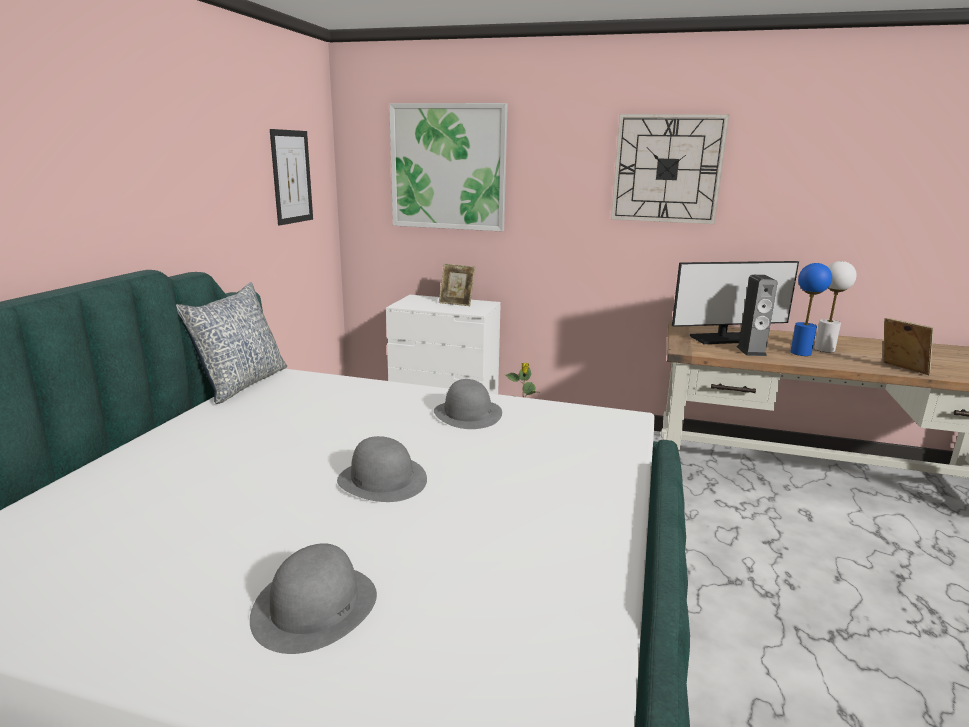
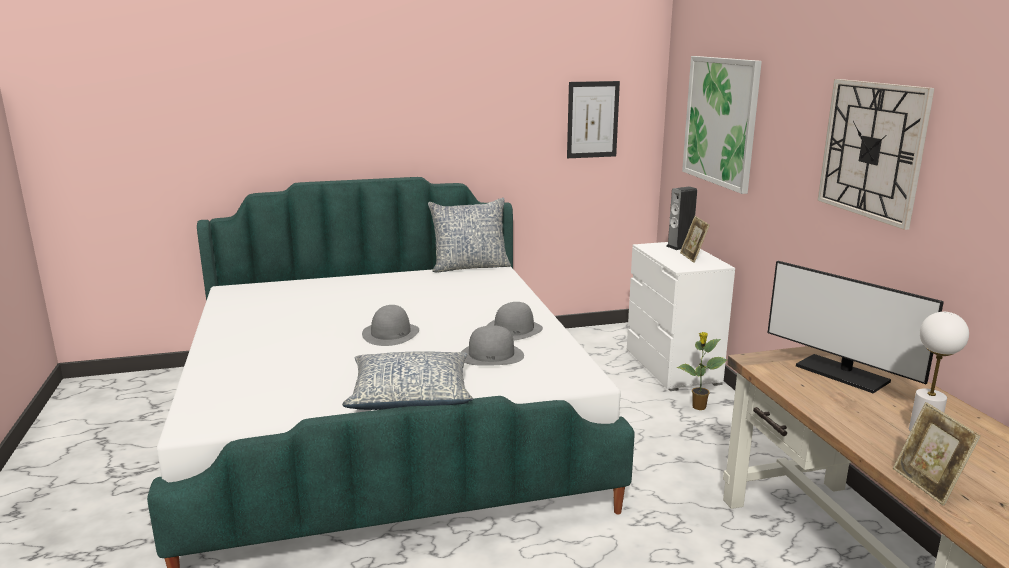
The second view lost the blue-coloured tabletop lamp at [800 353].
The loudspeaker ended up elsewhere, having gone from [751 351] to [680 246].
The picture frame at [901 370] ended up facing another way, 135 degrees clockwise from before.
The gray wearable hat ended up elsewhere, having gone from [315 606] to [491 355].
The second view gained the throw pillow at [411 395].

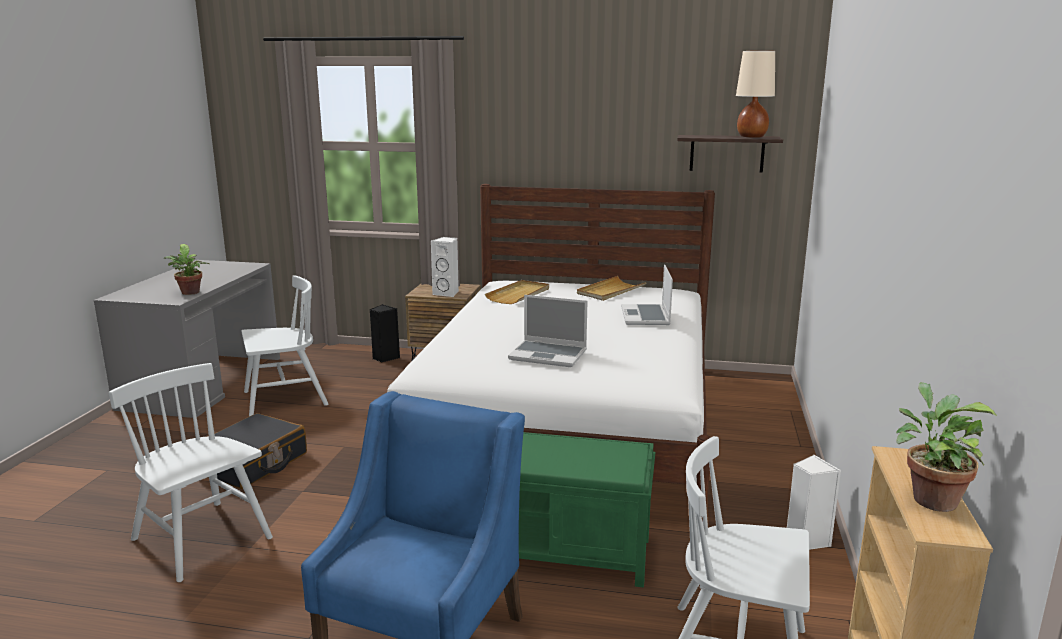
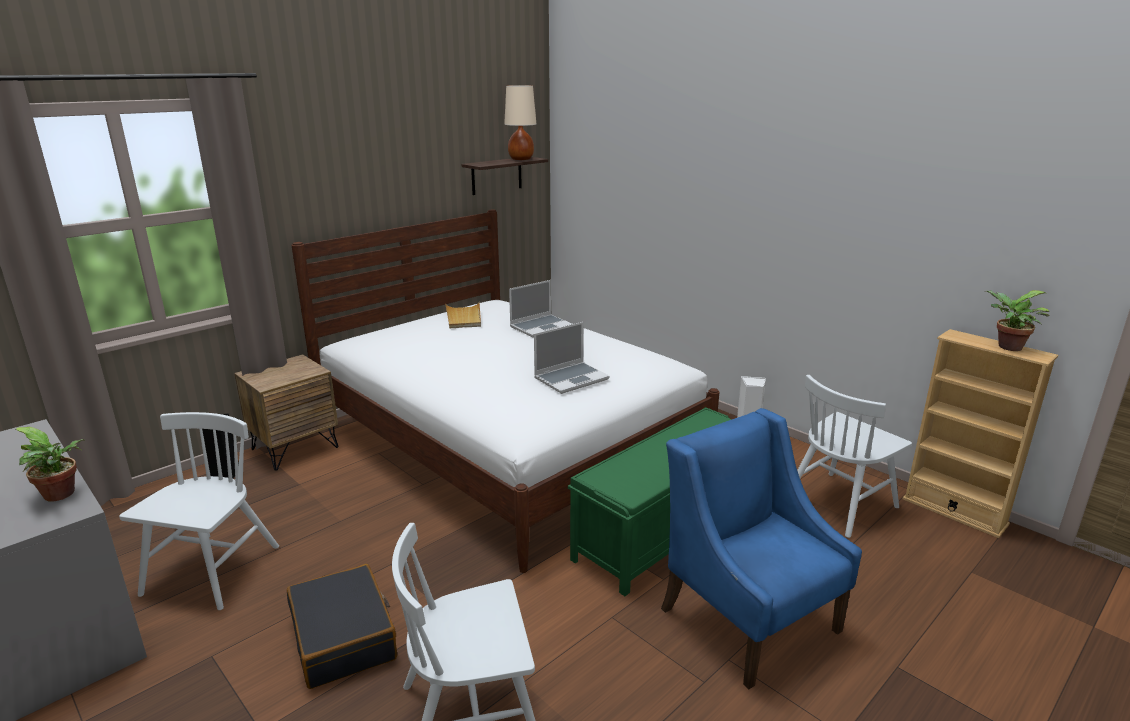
The second view lost the white-coloured loudspeaker at [447 293].
The portable computer at [646 316] ended up facing another way, 75 degrees counterclockwise from before.
The second view lost the sand-coloured serving tray at [519 294].

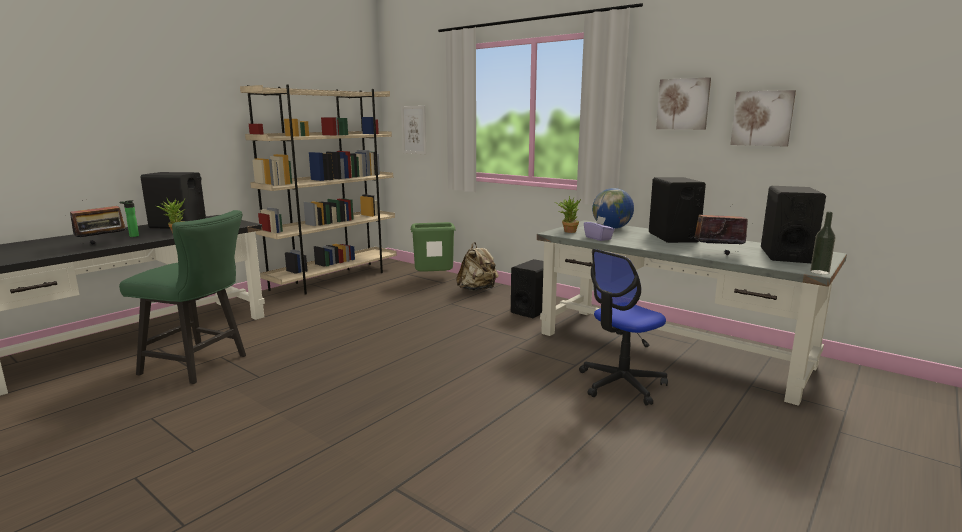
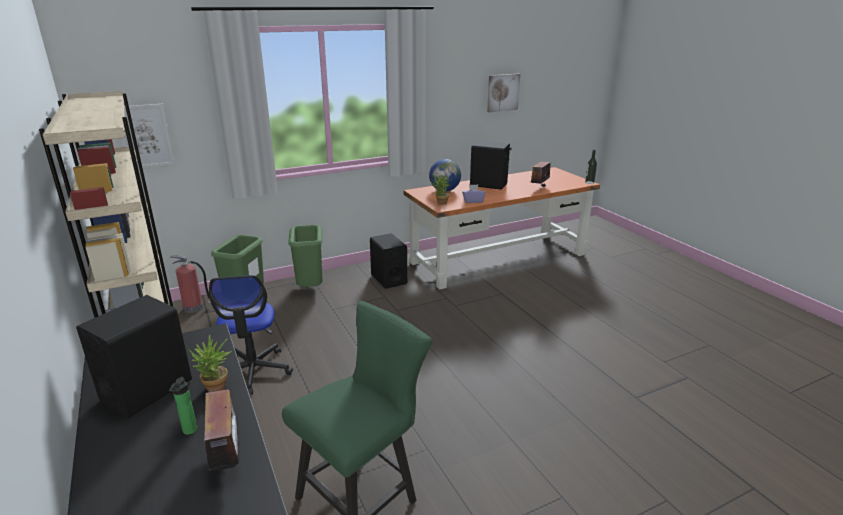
The second view lost the picture at [683 104].
The second view lost the black loudspeaker at [786 255].
What was the gray desk table at [671 349] turned into the orange desk table at [499 258].
Where the sand-coloured rucksack stood at [477 290], the green-coloured waste bin came to stand at [310 288].
The desk chair ended up elsewhere, having gone from [621 384] to [253 371].
The second view gained the fire extinguisher at [194 308].

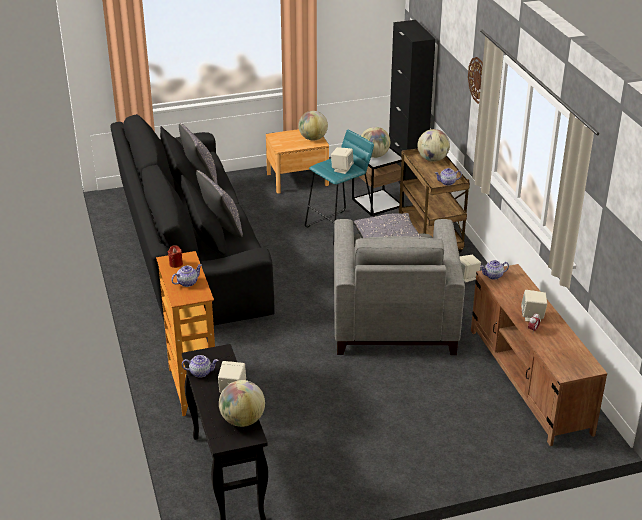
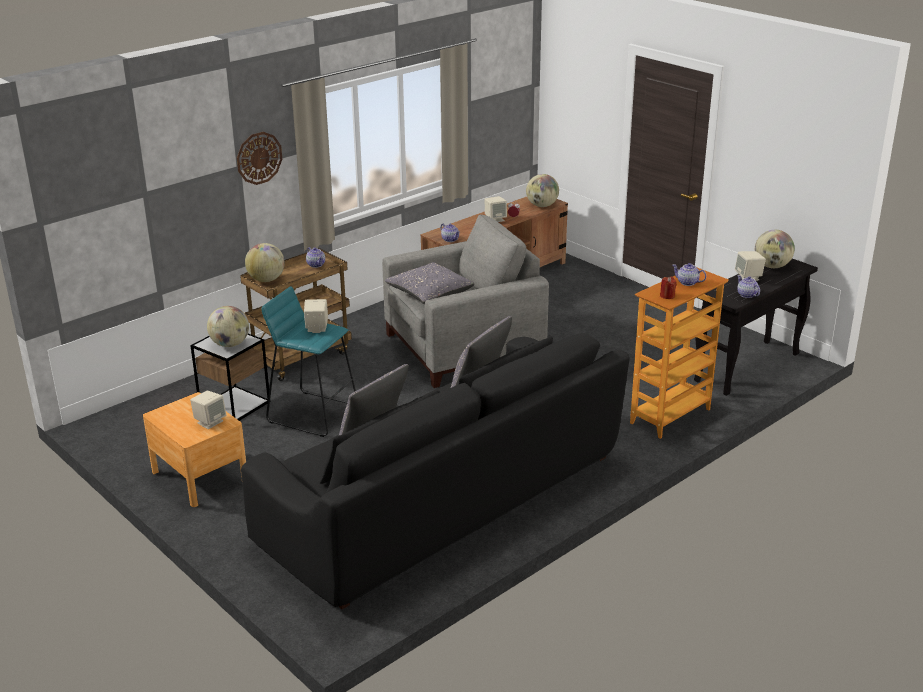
The second view lost the black cupboard at [406 178].
The world globe ended up elsewhere, having gone from [313 138] to [542 206].
The sand-coloured loudspeaker ended up elsewhere, having gone from [467 277] to [210 422].

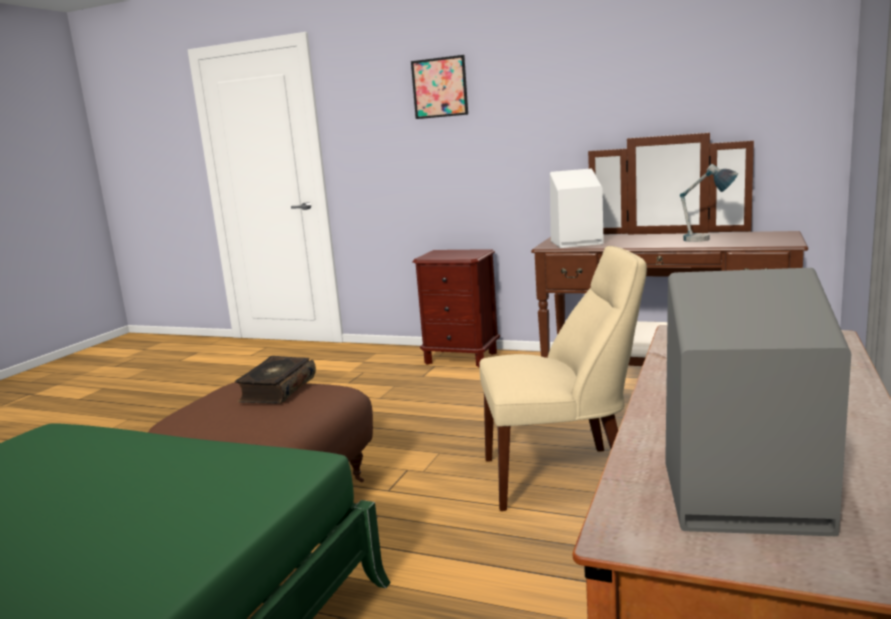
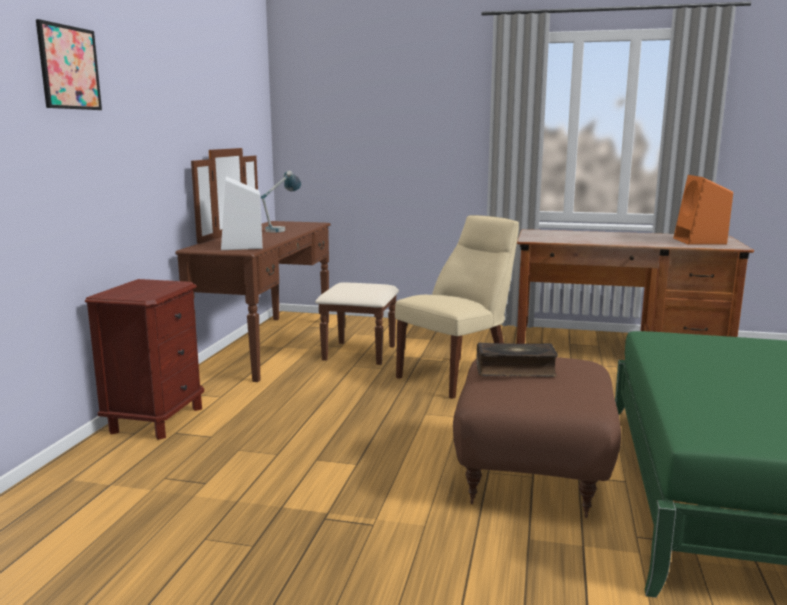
The sand-coloured chair at [563 476] ended up facing another way, 60 degrees clockwise from before.
What was the gray loudspeaker at [738 498] turned into the orange loudspeaker at [700 241].

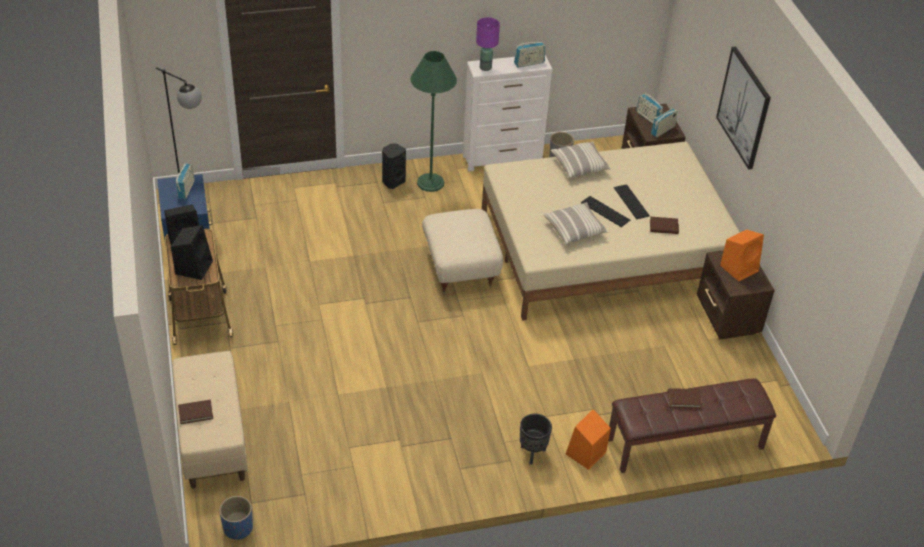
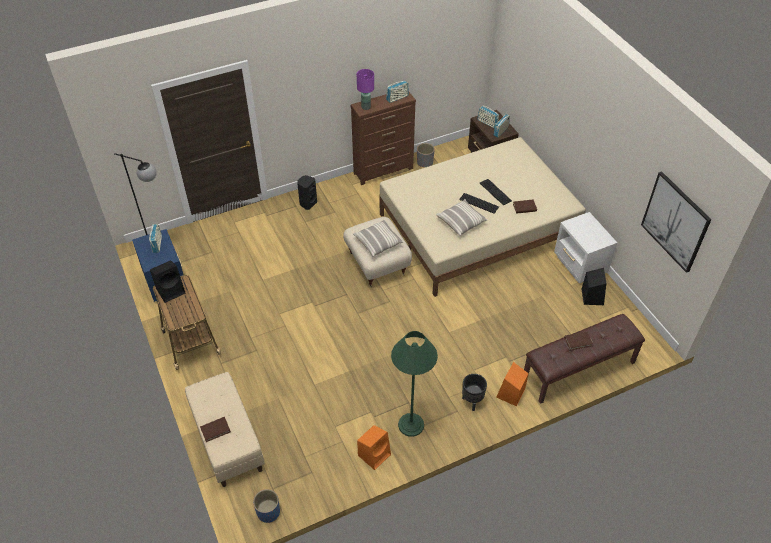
The picture ended up elsewhere, having gone from [744 107] to [675 221].
The green-coloured floor lamp ended up elsewhere, having gone from [430 183] to [411 425].
What was the white-coloured dresser at [503 159] turned into the brownish dresser at [384 171].
The throw pillow ended up elsewhere, having gone from [580 166] to [378 242].
The black loudspeaker ended up elsewhere, having gone from [194 267] to [592 296].
The orange loudspeaker ended up elsewhere, having gone from [739 268] to [374 454].
What was the brownish bedside table at [727 318] turned into the white-coloured bedside table at [579 266].

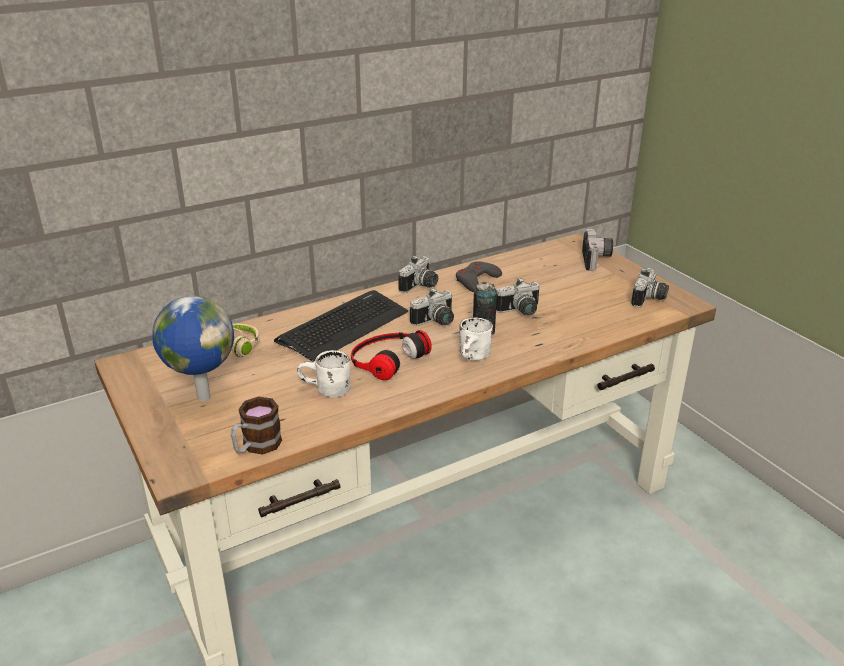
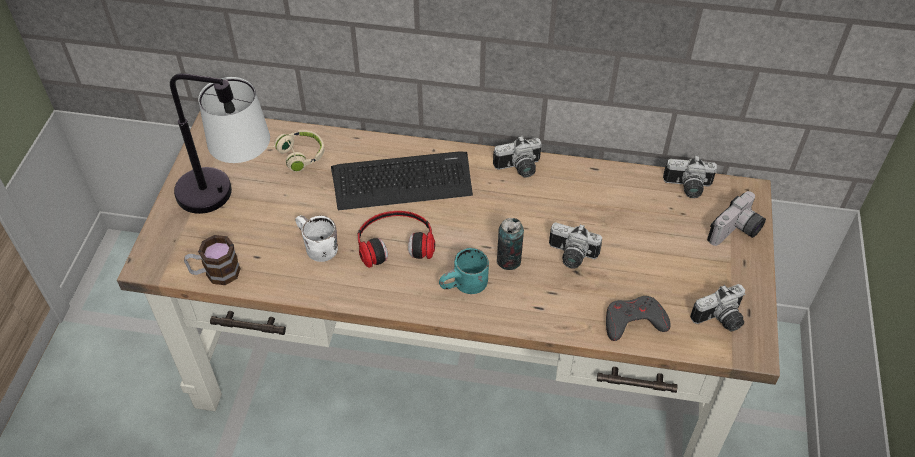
The gray gamepad ended up elsewhere, having gone from [476 280] to [633 321].
The still camera ended up elsewhere, having gone from [436 322] to [687 188].
Where the world globe stood at [202 397], the tabletop lamp came to stand at [229 197].
What was the white-coloured coffee mug at [475 357] turned into the turquoise coffee mug at [466 287].

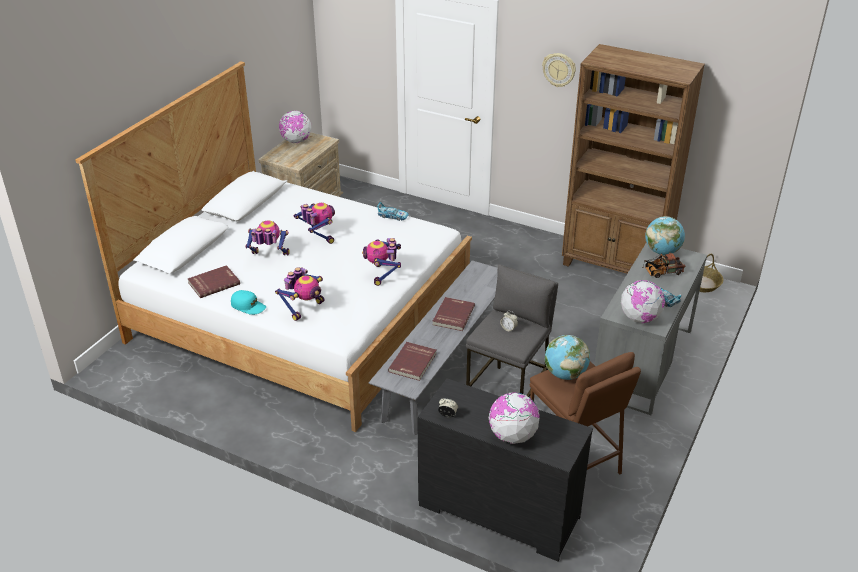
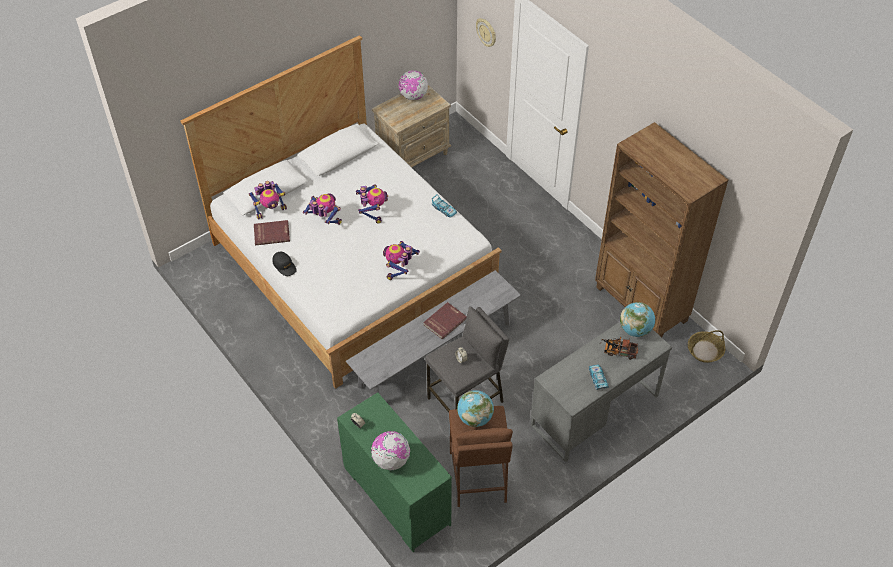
The hanging clock ended up elsewhere, having gone from [559 69] to [486 32].
The robot figure ended up elsewhere, having gone from [304 308] to [270 210].
The second view lost the world globe at [640 318].
What was the turquoise baseball cap at [248 306] turned into the black baseball cap at [284 266].
The second view lost the reddish volume at [413 363].
What was the black dresser at [498 512] turned into the green-coloured dresser at [396 496].

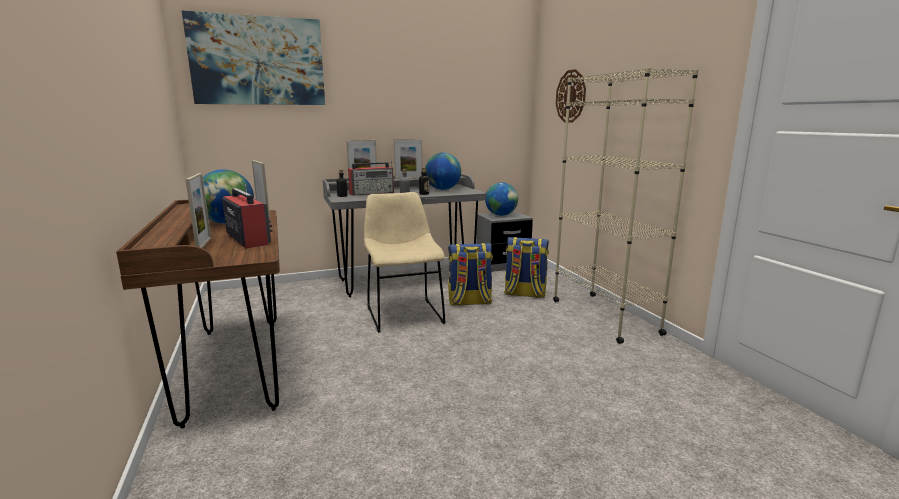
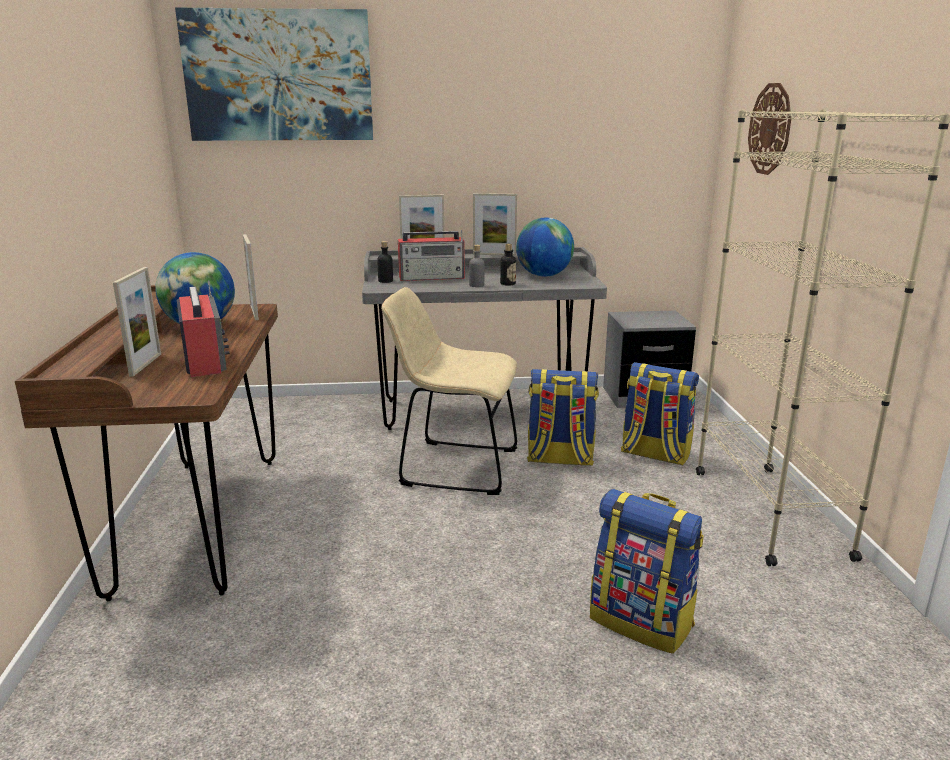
The second view lost the world globe at [501 215].
The sand-coloured chair at [403 313] ended up facing another way, 75 degrees counterclockwise from before.
The second view gained the rucksack at [642 622].

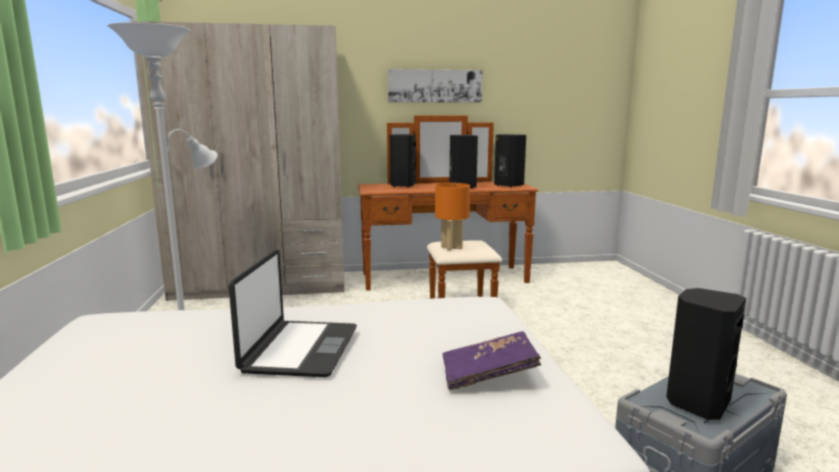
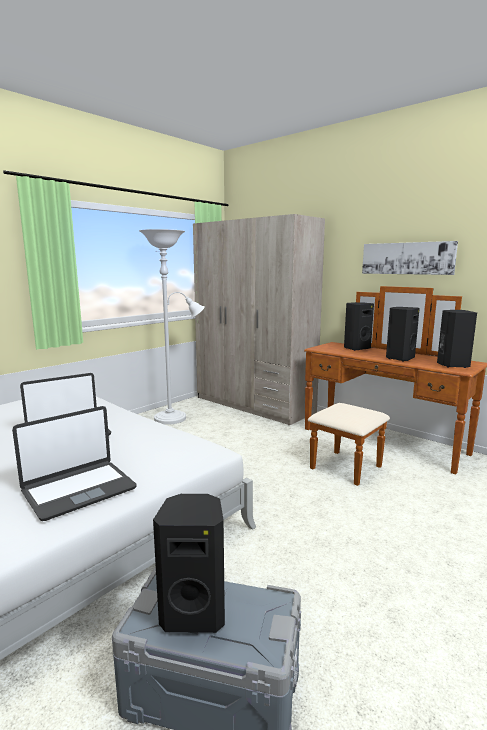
The second view lost the orange tabletop lamp at [451 248].
Where the purplish volume stood at [488 375], the portable computer came to stand at [79 490].

